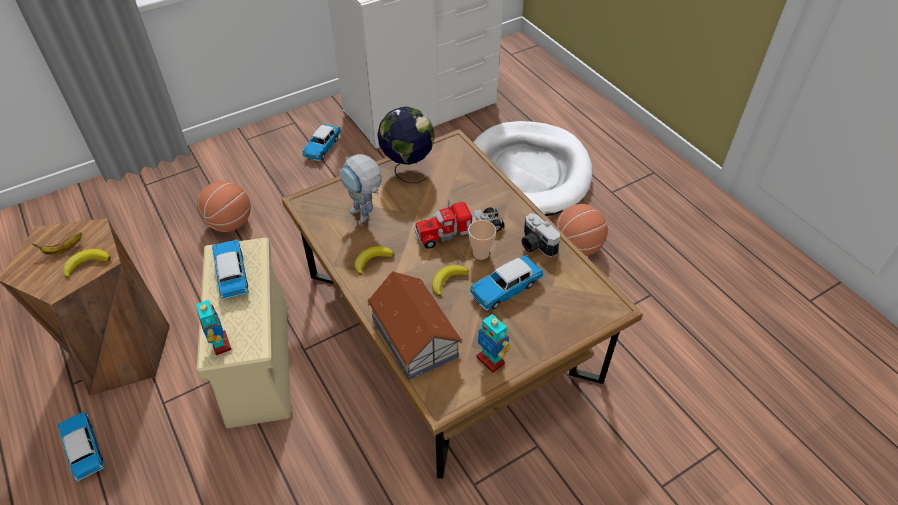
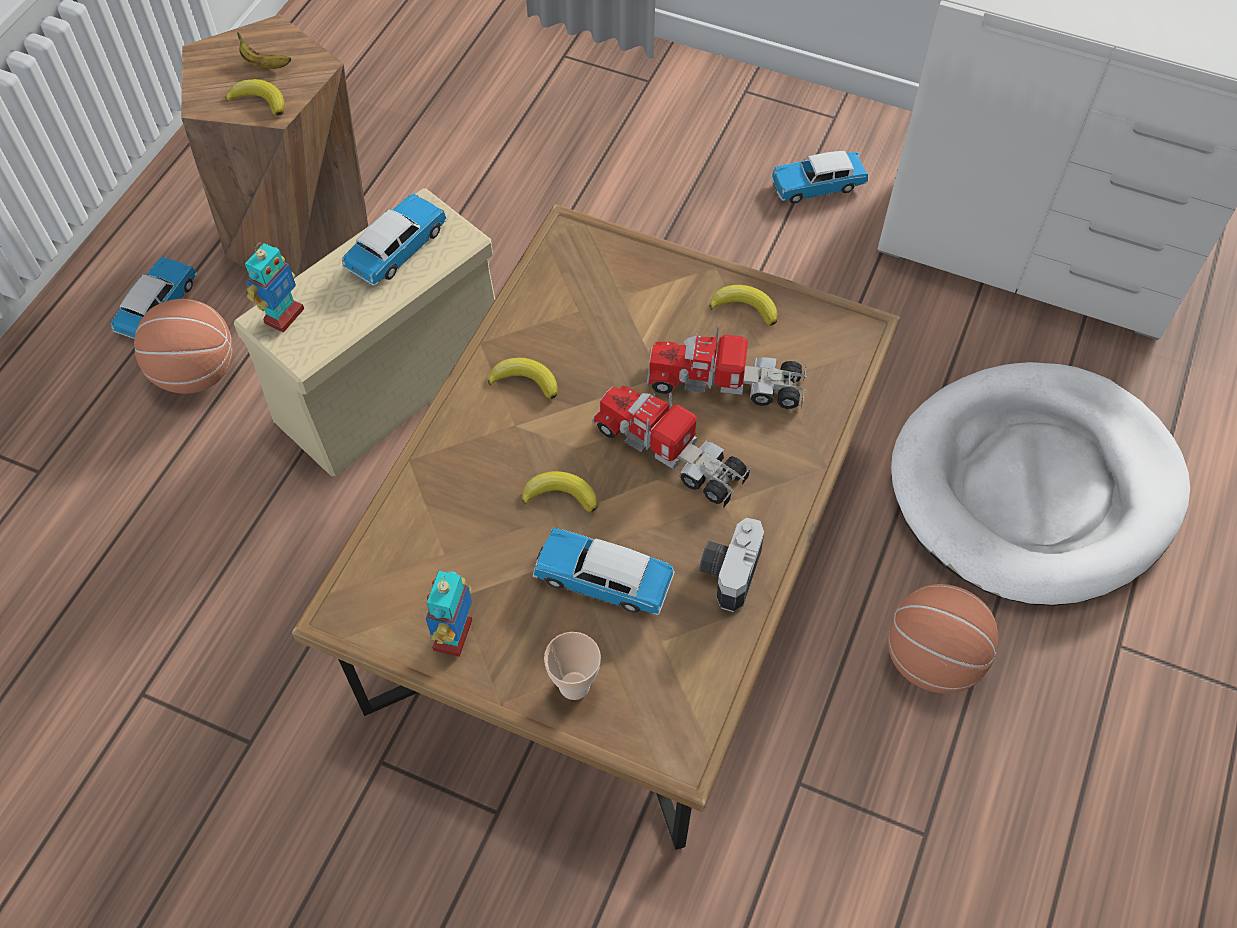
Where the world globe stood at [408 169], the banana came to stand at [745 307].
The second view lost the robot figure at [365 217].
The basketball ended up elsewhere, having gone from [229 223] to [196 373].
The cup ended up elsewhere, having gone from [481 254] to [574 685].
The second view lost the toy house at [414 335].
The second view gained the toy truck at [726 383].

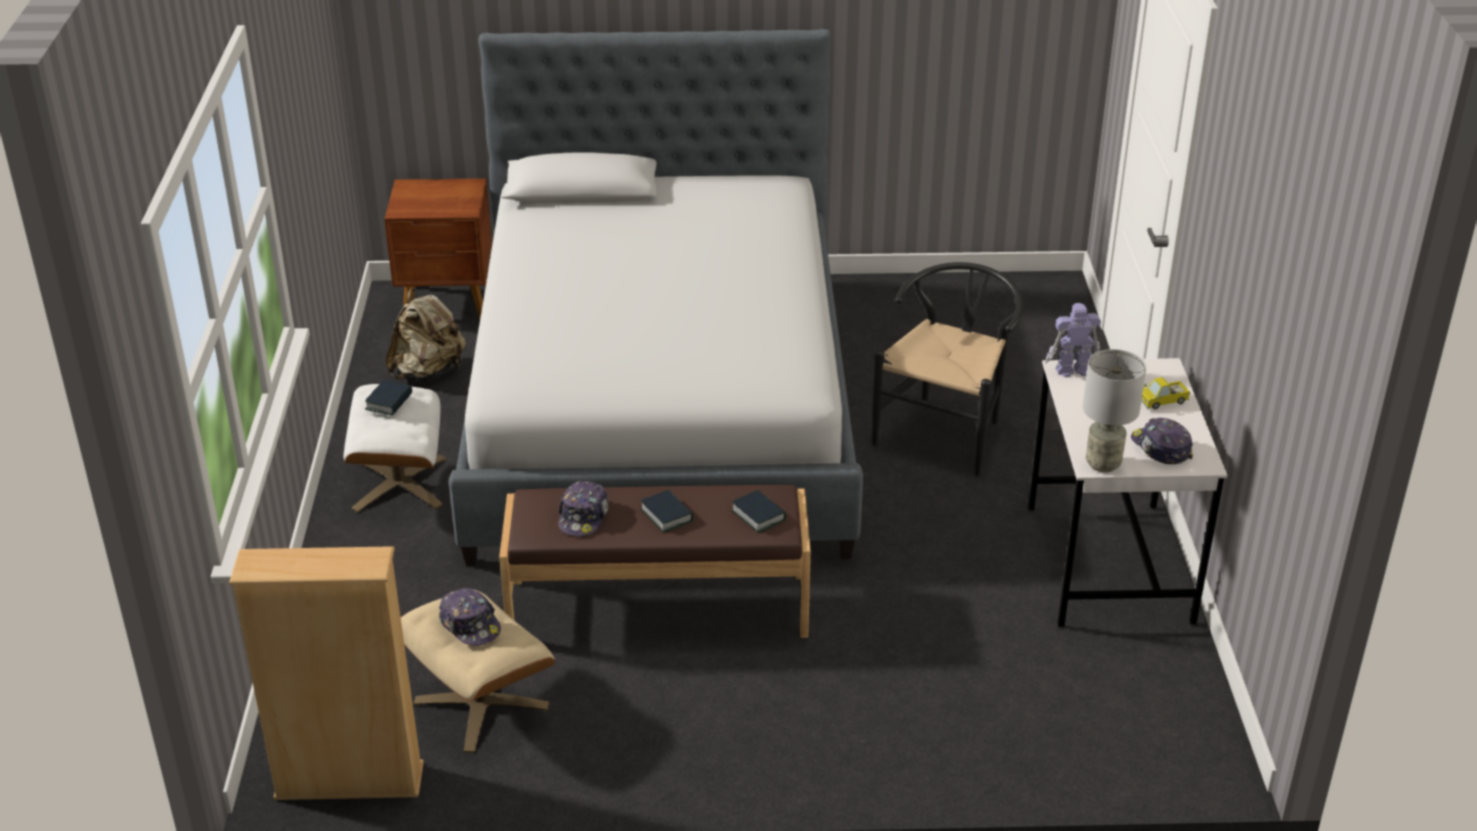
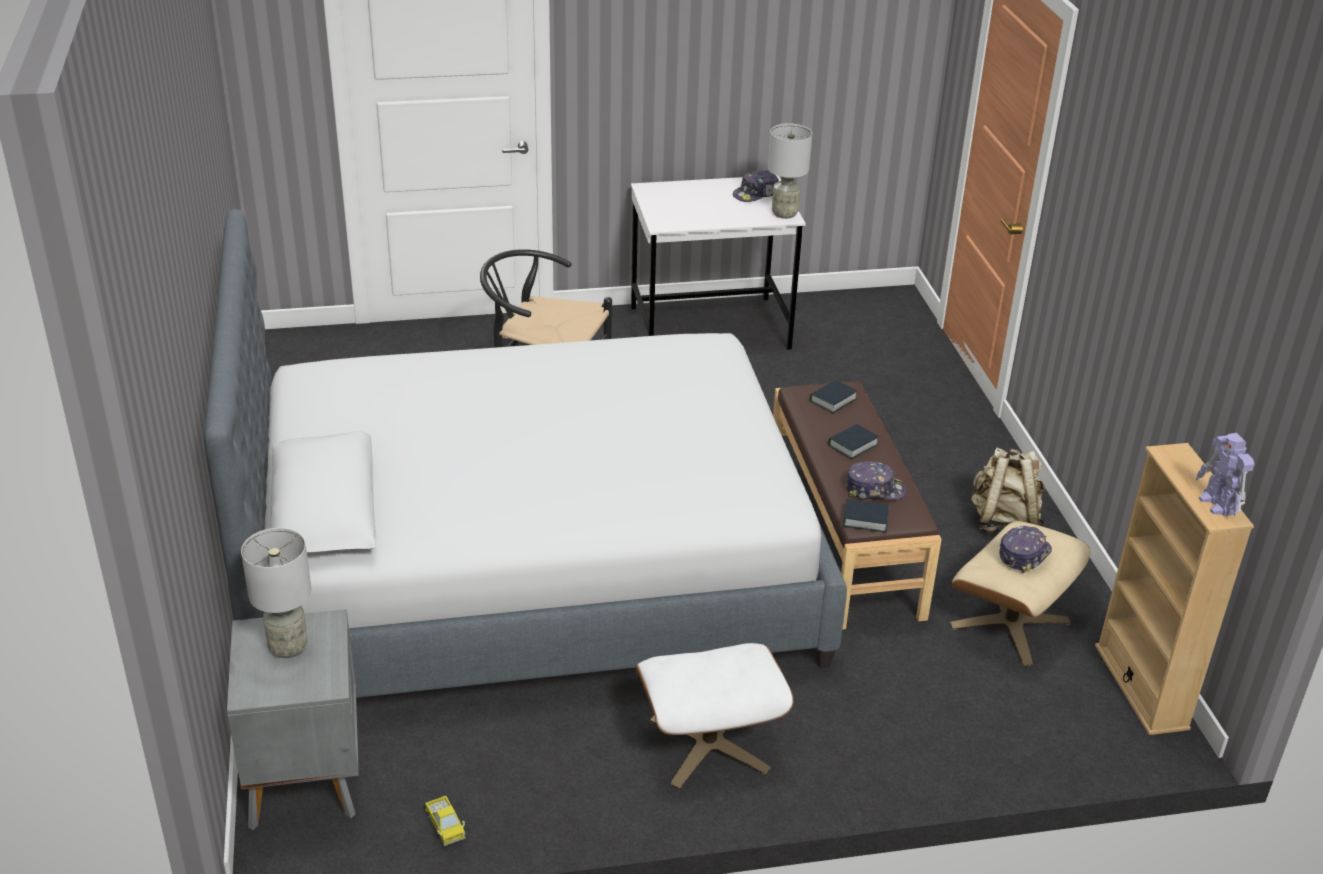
What was the brownish bedside table at [449 304] turned into the gray bedside table at [305 778].
The sand-coloured rucksack ended up elsewhere, having gone from [428 372] to [1003 522].
The robot figure ended up elsewhere, having gone from [1072 370] to [1217 505].
The toy truck ended up elsewhere, having gone from [1162 401] to [445 826].
The volume ended up elsewhere, having gone from [389 402] to [865 519].
The second view gained the gray tabletop lamp at [288 648].

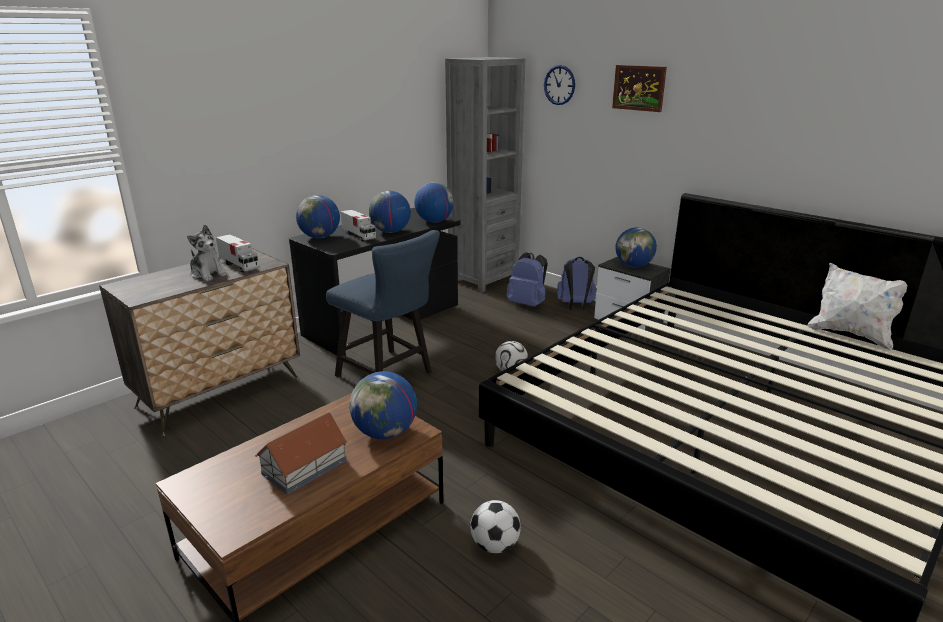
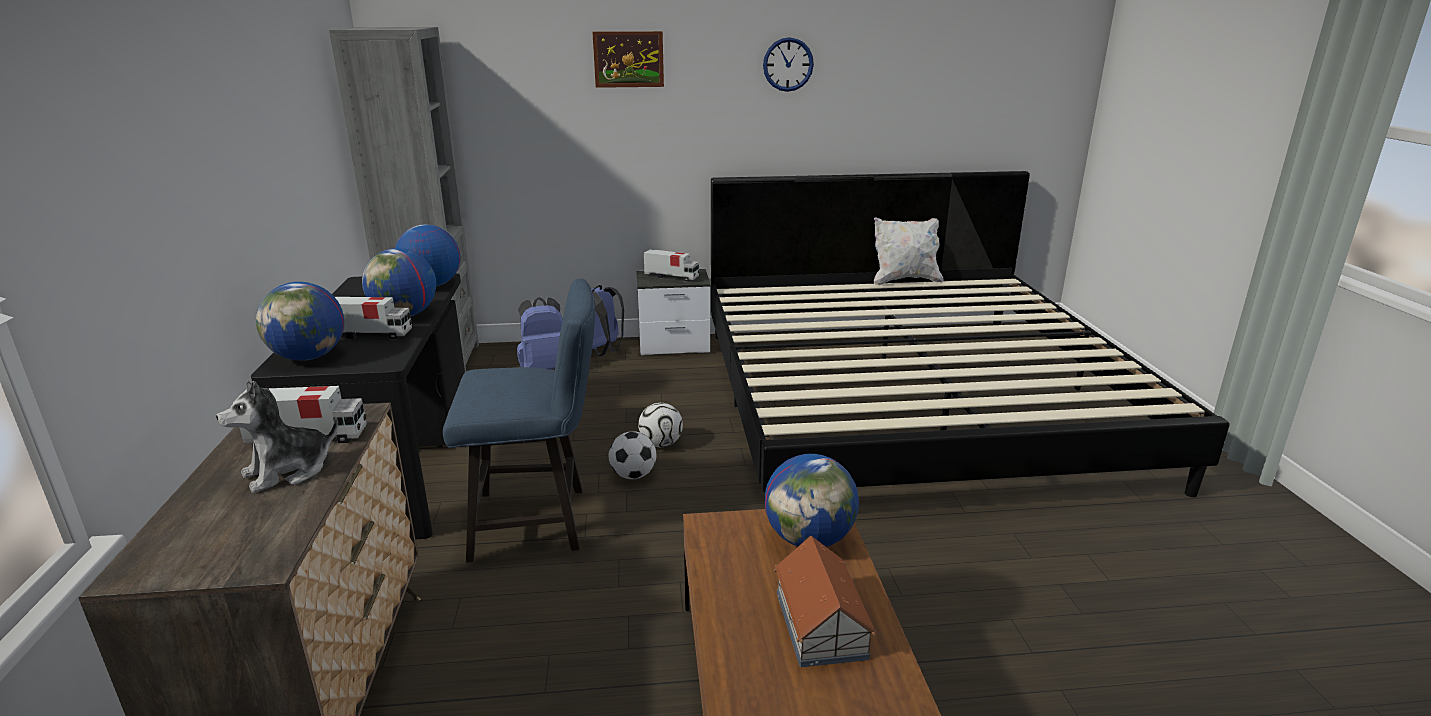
The hanging clock ended up elsewhere, having gone from [559 85] to [788 64].
The soft toy at [208 274] ended up facing another way, 150 degrees clockwise from before.
Where the world globe stood at [634 266], the toy truck came to stand at [672 277].
The ball for football ended up elsewhere, having gone from [495 545] to [633 475].

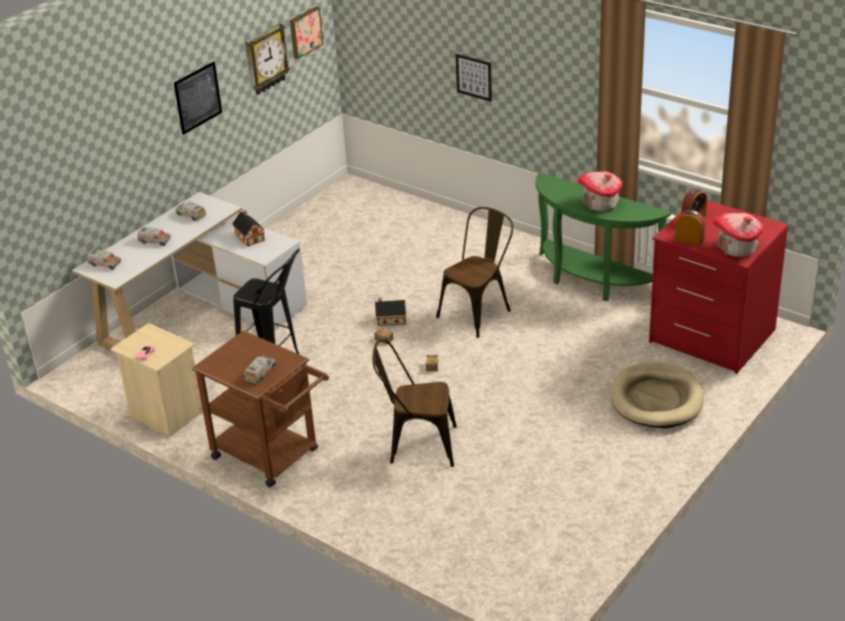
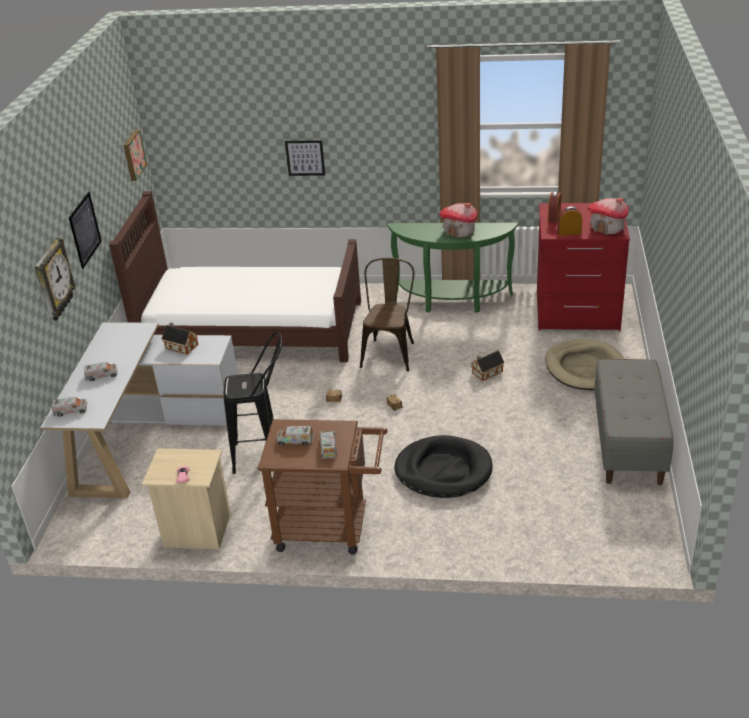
The hanging clock ended up elsewhere, having gone from [265 59] to [53 280].
The toy truck ended up elsewhere, having gone from [191 215] to [295 440].
The toy house ended up elsewhere, having gone from [390 319] to [486 372].
Where the brownish chair stood at [417 445], the black dog bed came to stand at [443 470].
The second view gained the brownish bedroom bed at [251 329].
The second view gained the gray indoor bench at [628 443].

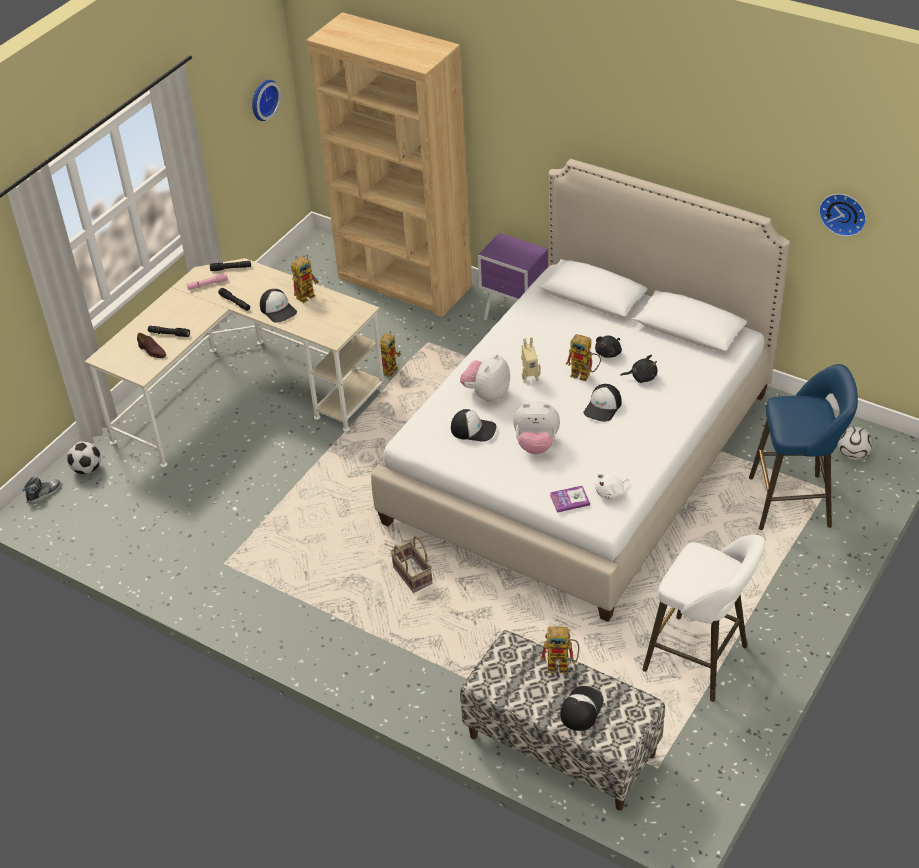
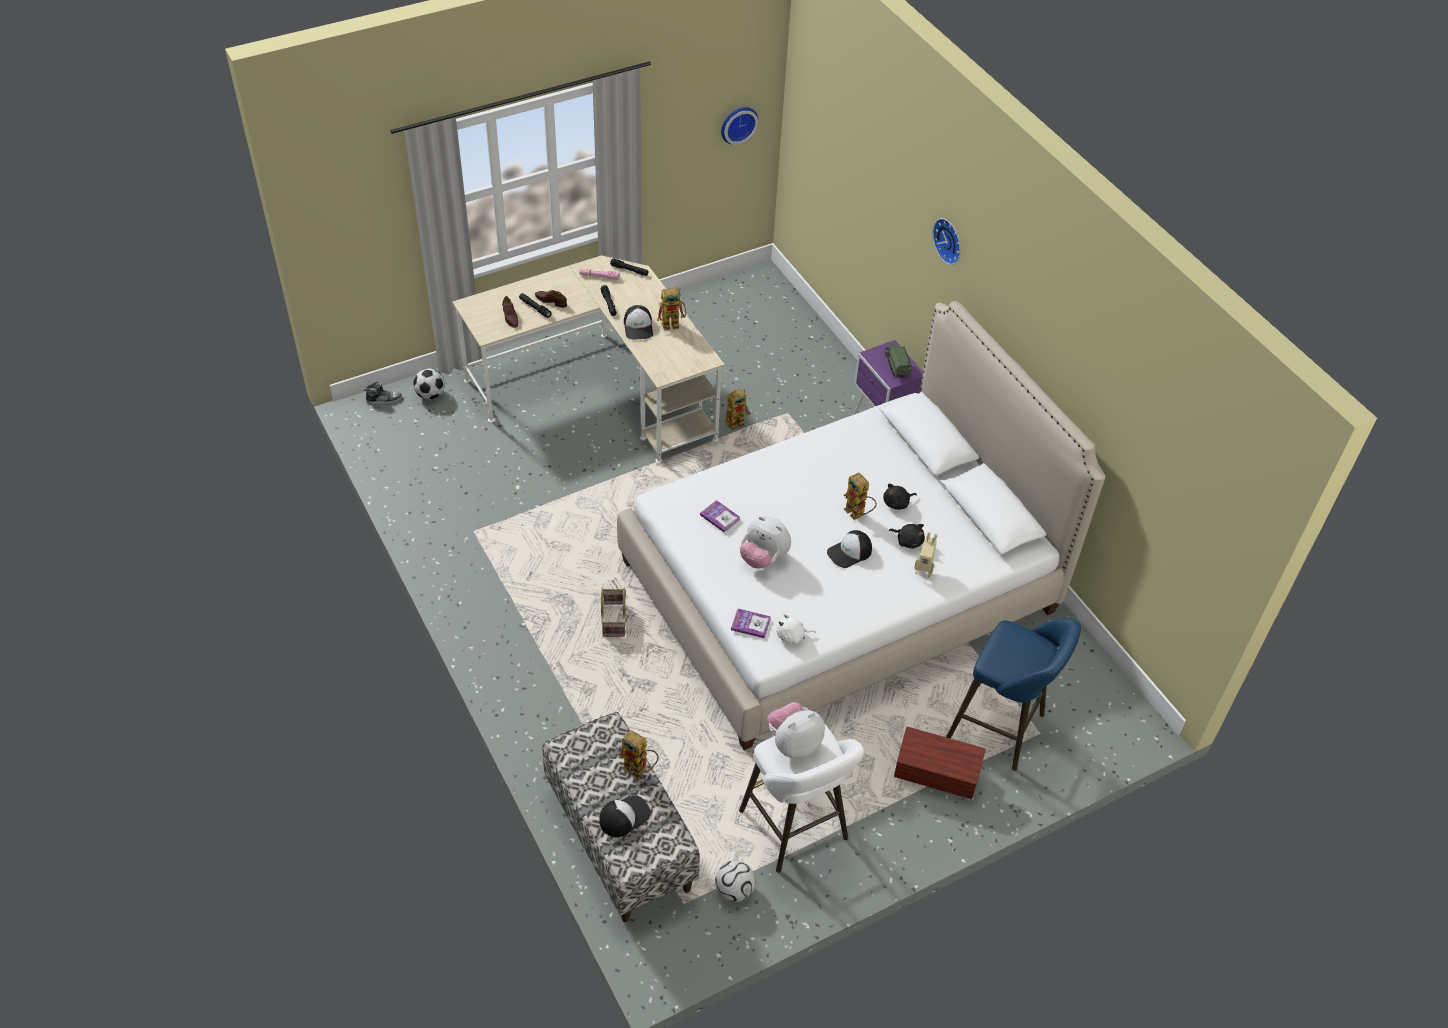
The second view lost the brownish bookcase at [404 282].
The hanging clock ended up elsewhere, having gone from [844 213] to [949 240].
The robot figure ended up elsewhere, having gone from [529 377] to [924 569].
The soft toy ended up elsewhere, having gone from [487 394] to [793 743].
Where the baseball cap stood at [473 429], the volume came to stand at [720 517].
The ball for football ended up elsewhere, having gone from [853 455] to [734 890].
The second view gained the brownish item of footwear at [551 301].
The second view gained the toy truck at [896 365].
The second view gained the brownish storage bin at [937 774].

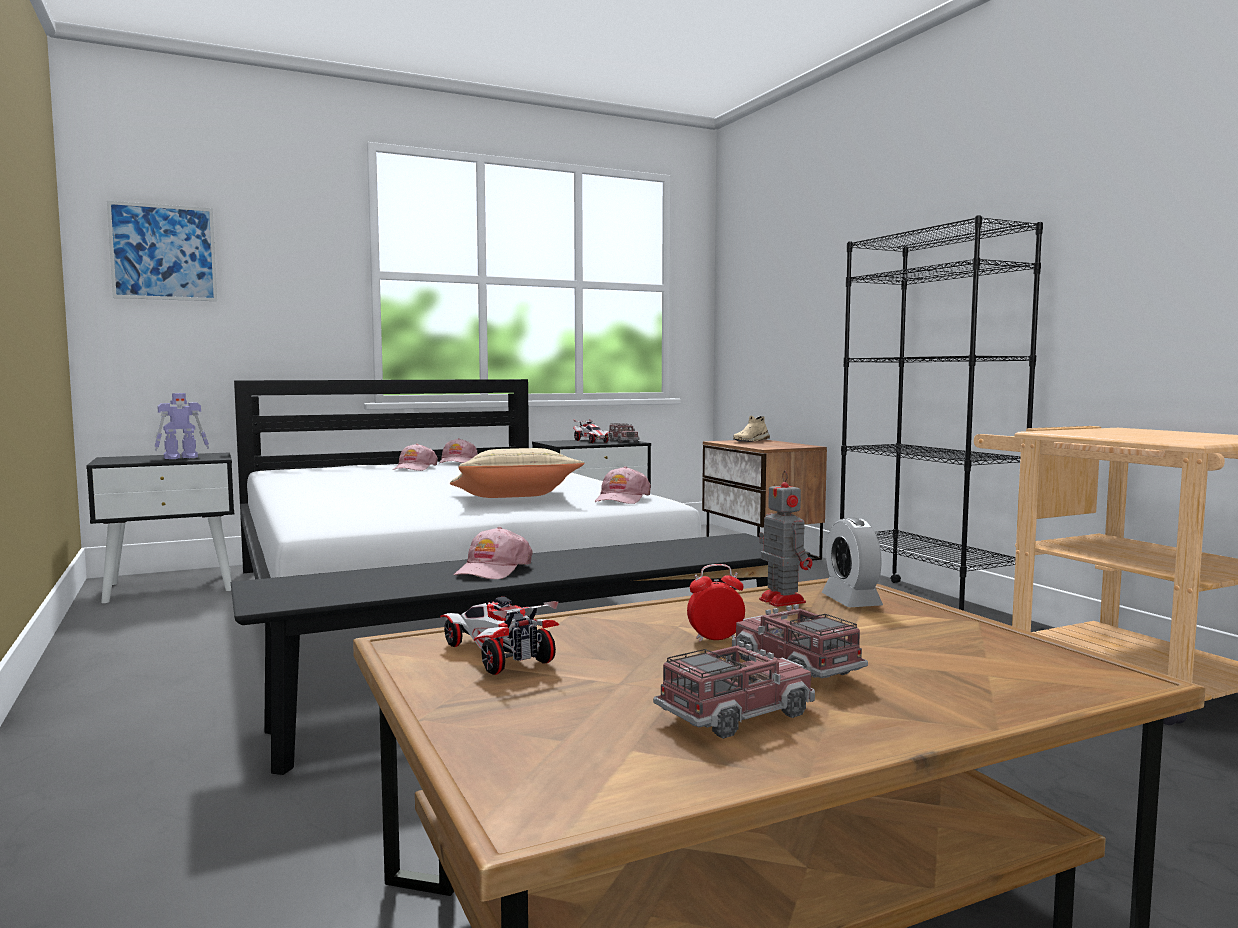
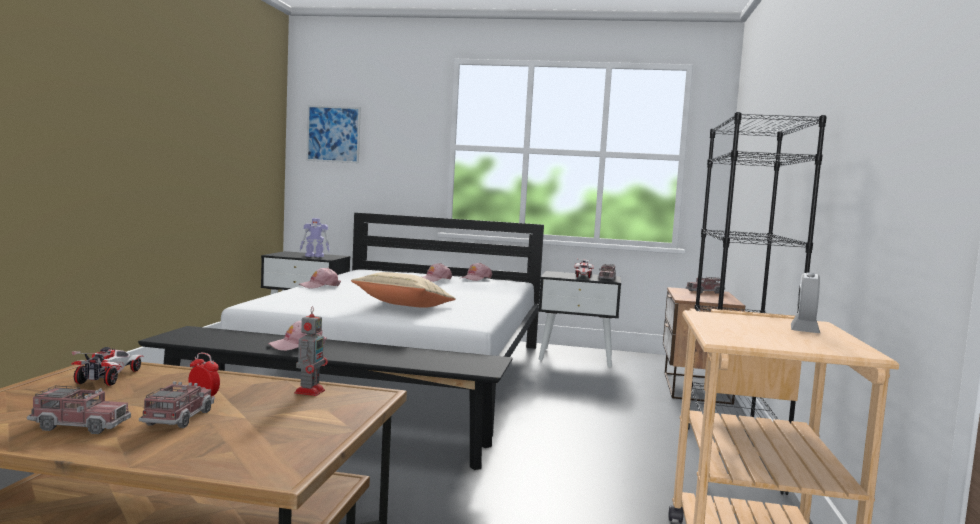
Where the sand-coloured item of footwear stood at [750 441], the toy truck came to stand at [704 292].
The pink-coloured baseball cap ended up elsewhere, having gone from [621 499] to [319 286].
The alarm clock ended up elsewhere, having gone from [851 601] to [804 330].

